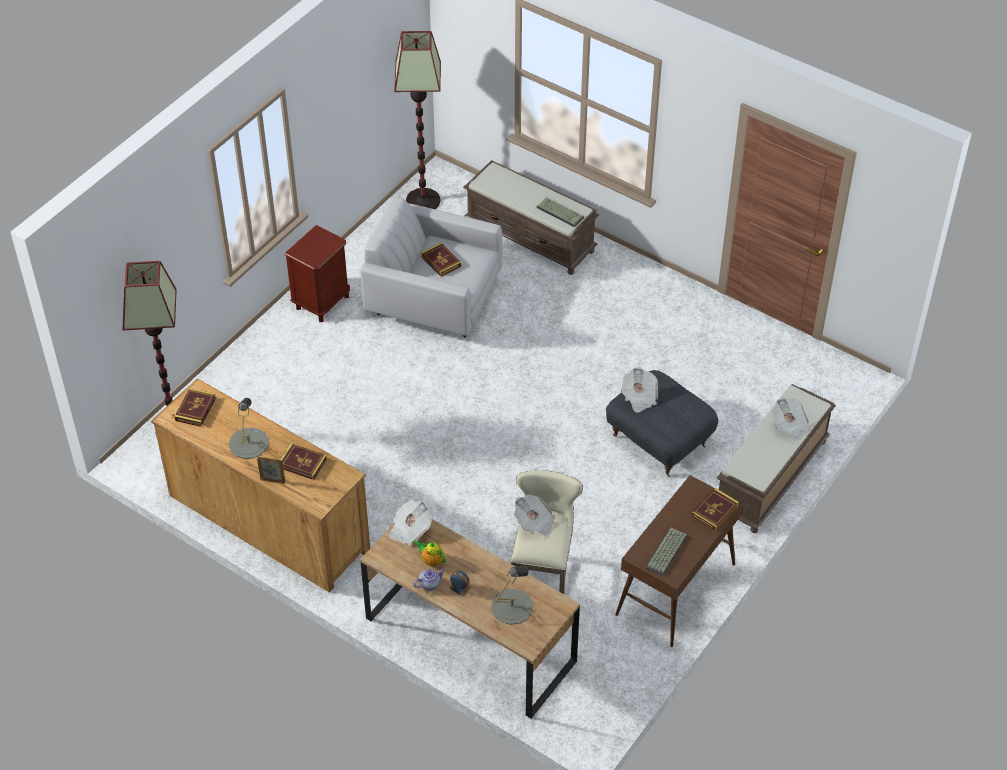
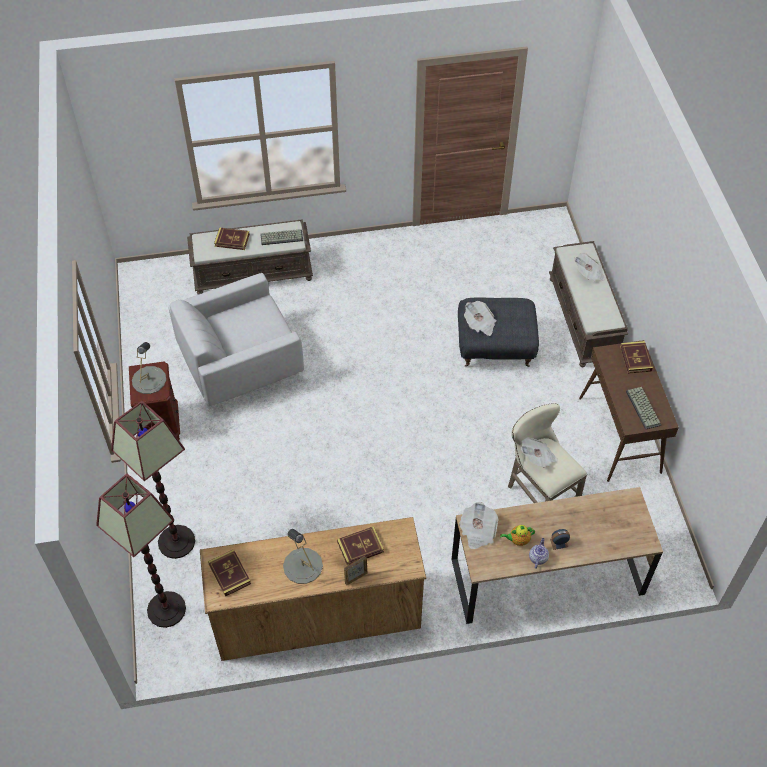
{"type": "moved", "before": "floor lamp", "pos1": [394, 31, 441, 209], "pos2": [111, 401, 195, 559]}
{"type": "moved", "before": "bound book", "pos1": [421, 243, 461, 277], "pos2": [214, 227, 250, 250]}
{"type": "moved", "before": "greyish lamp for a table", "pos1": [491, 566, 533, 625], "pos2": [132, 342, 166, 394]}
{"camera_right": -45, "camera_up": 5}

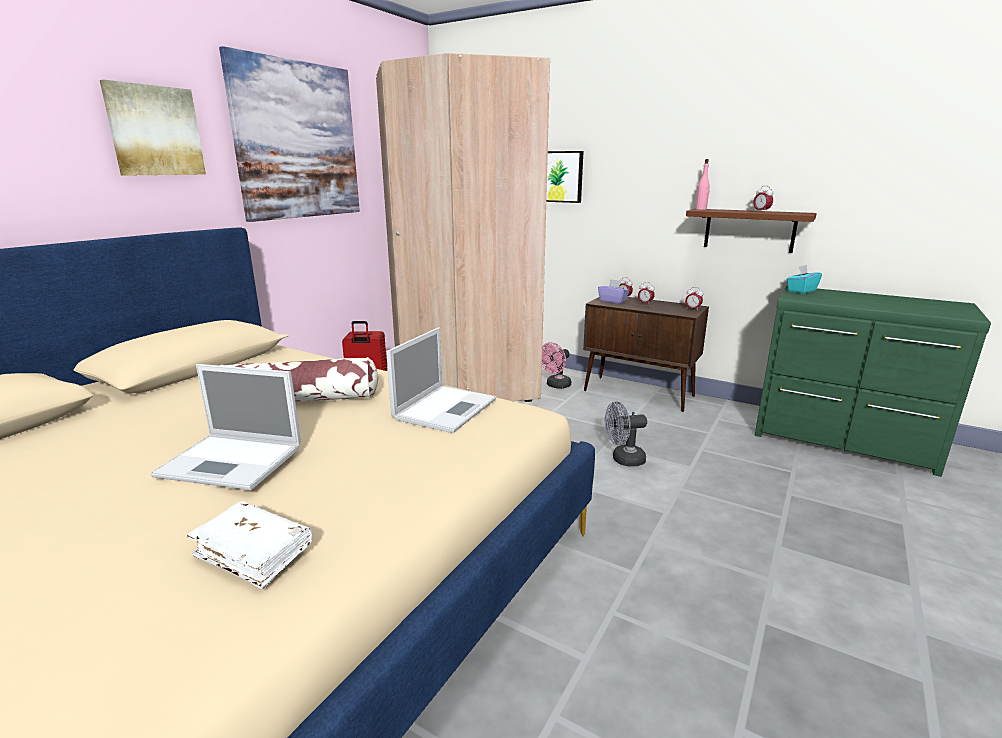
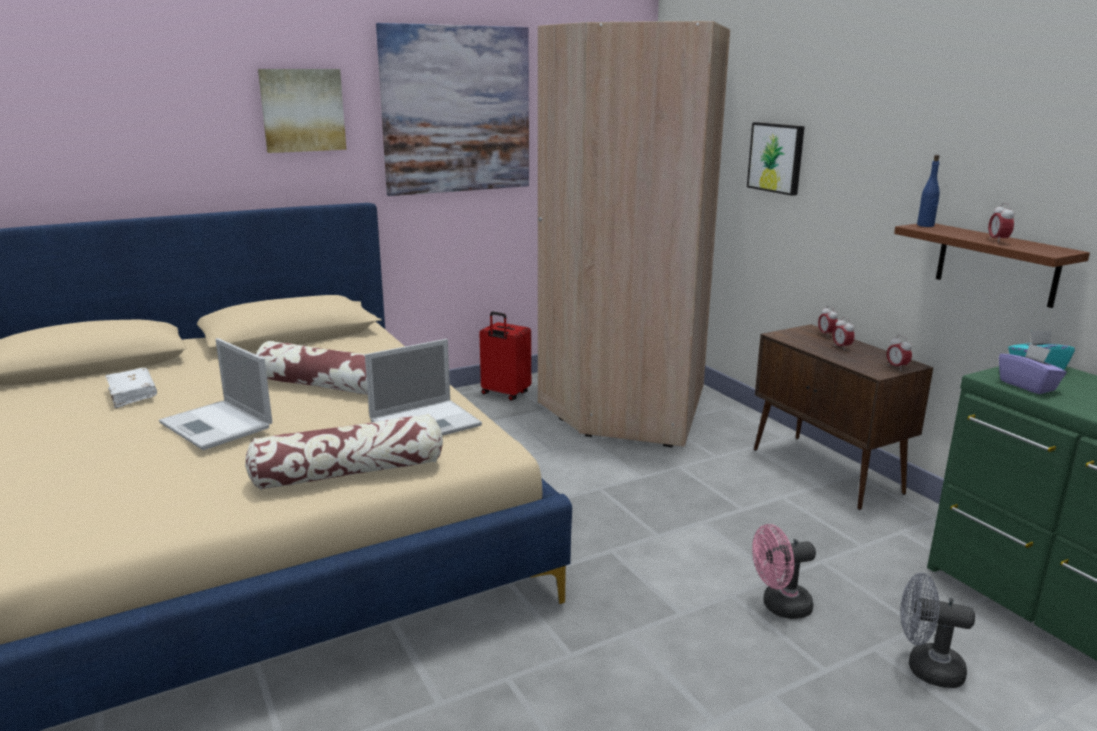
{"type": "recoloured", "before": "pinkish beverage bottle", "after": "bluish beverage bottle", "pos1": [695, 159, 710, 210], "pos2": [917, 155, 940, 227]}
{"type": "moved", "before": "purple-coloured box of tissues", "pos1": [598, 279, 629, 304], "pos2": [999, 343, 1067, 394]}
{"type": "moved", "before": "pinkish electric fan", "pos1": [542, 342, 571, 389], "pos2": [752, 524, 816, 619]}
{"type": "moved", "before": "greyish electric fan", "pos1": [605, 402, 647, 467], "pos2": [901, 573, 975, 688]}
{"type": "moved", "before": "whitish bound book", "pos1": [187, 501, 313, 589], "pos2": [105, 368, 157, 408]}
{"type": "added", "after": "cushion", "pos2": [245, 414, 443, 490]}
{"camera_right": 30, "camera_up": 0}

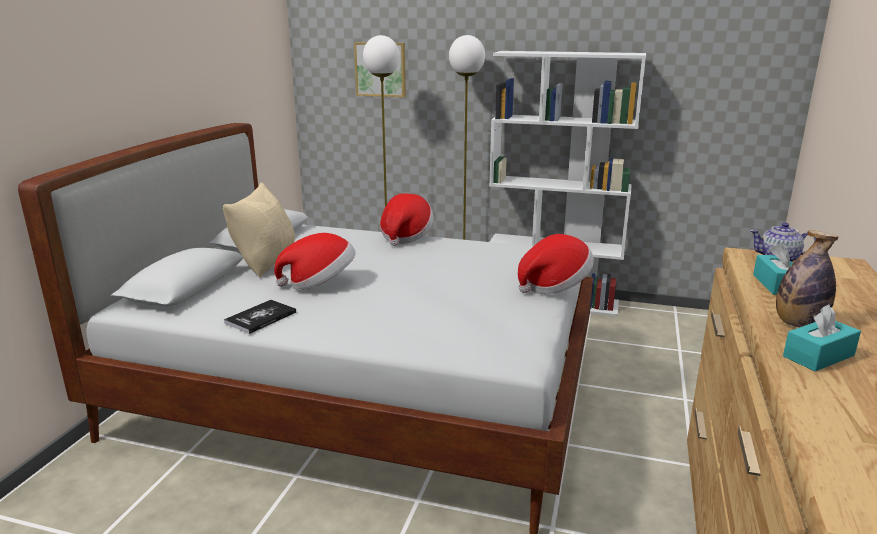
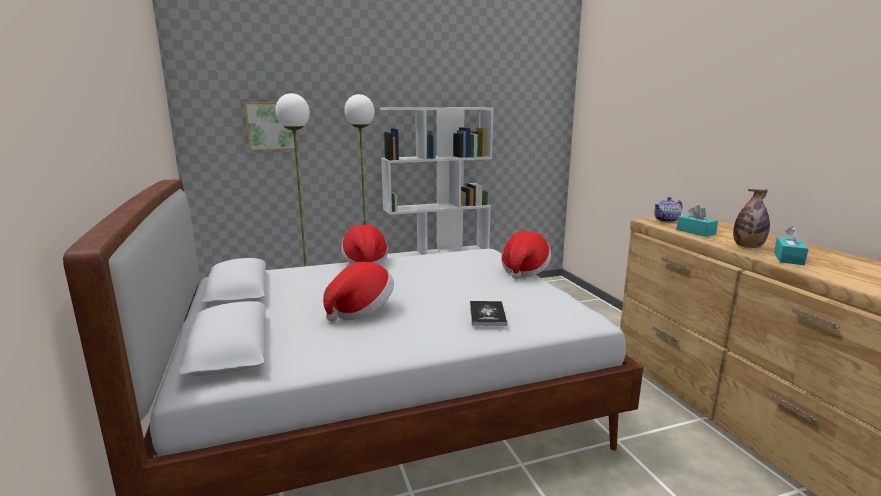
{"type": "removed", "before": "sand-coloured cushion", "pos1": [223, 182, 295, 278]}
{"type": "moved", "before": "bound book", "pos1": [224, 300, 296, 334], "pos2": [470, 301, 507, 326]}
{"camera_right": -35, "camera_up": -5}

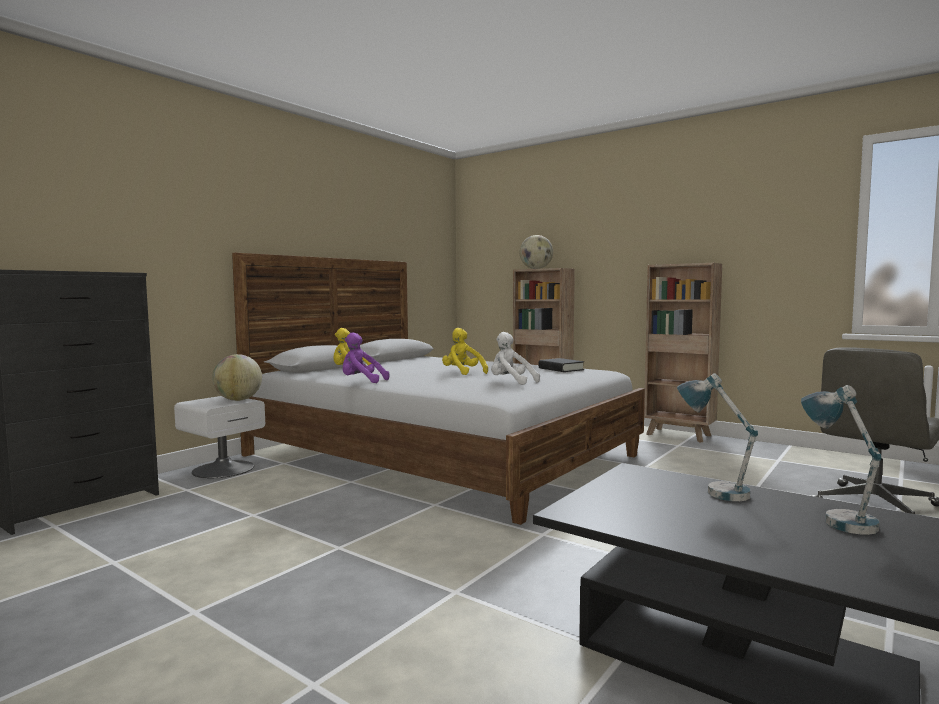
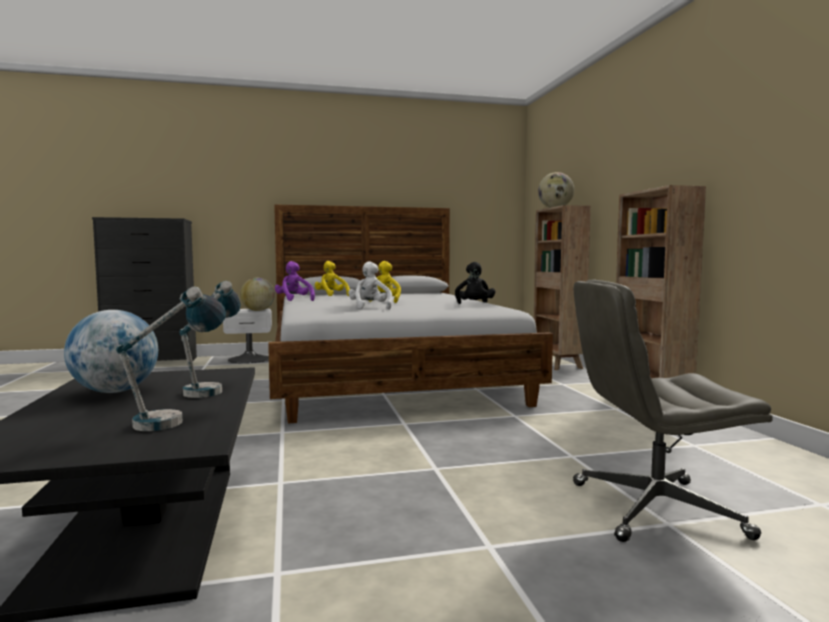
{"type": "replaced", "before": "blackish bound book", "after": "blackish cuddly toy", "pos1": [539, 358, 584, 372], "pos2": [455, 262, 495, 304]}
{"type": "added", "after": "world globe", "pos2": [64, 310, 158, 393]}
{"camera_right": 40, "camera_up": 0}

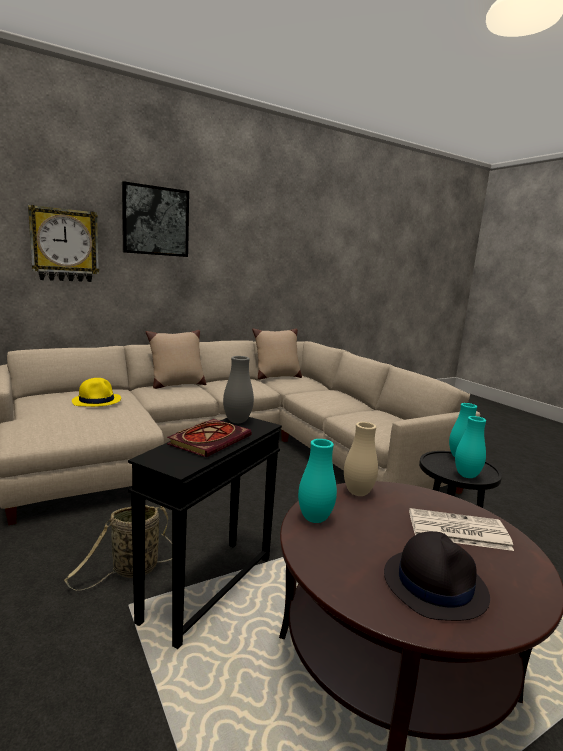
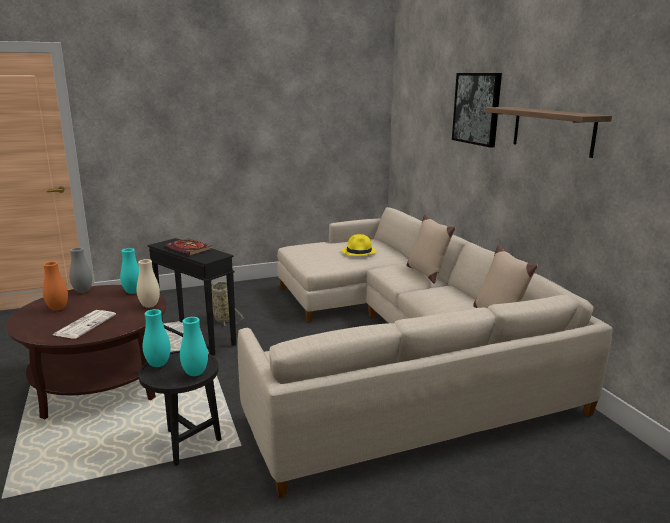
{"type": "removed", "before": "wall clock", "pos1": [28, 205, 99, 282]}
{"type": "moved", "before": "greyish vase", "pos1": [223, 356, 254, 423], "pos2": [69, 247, 92, 293]}
{"type": "replaced", "before": "blackish clothing hat", "after": "orange vase", "pos1": [384, 531, 490, 621], "pos2": [43, 261, 68, 311]}
{"type": "added", "after": "wall shelf", "pos2": [484, 107, 612, 158]}
{"camera_right": 100, "camera_up": 5}

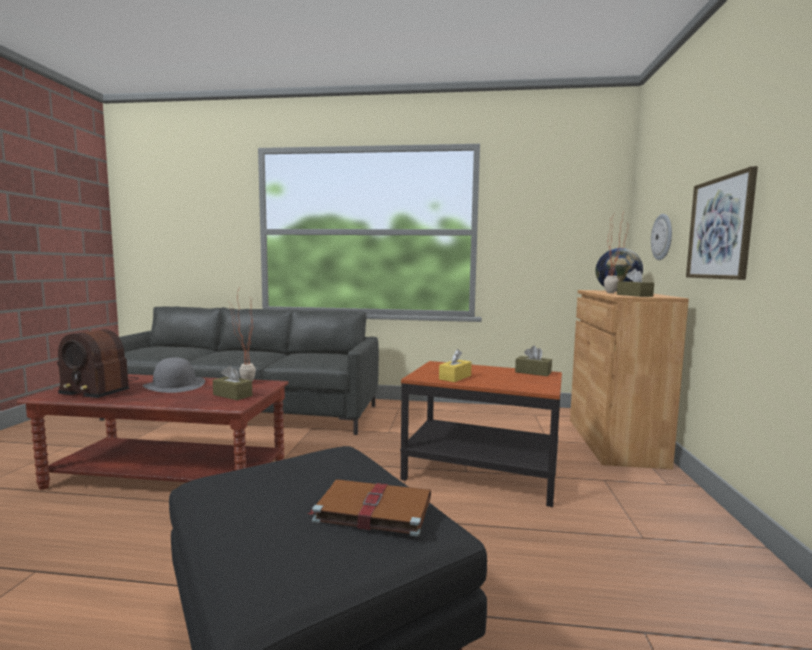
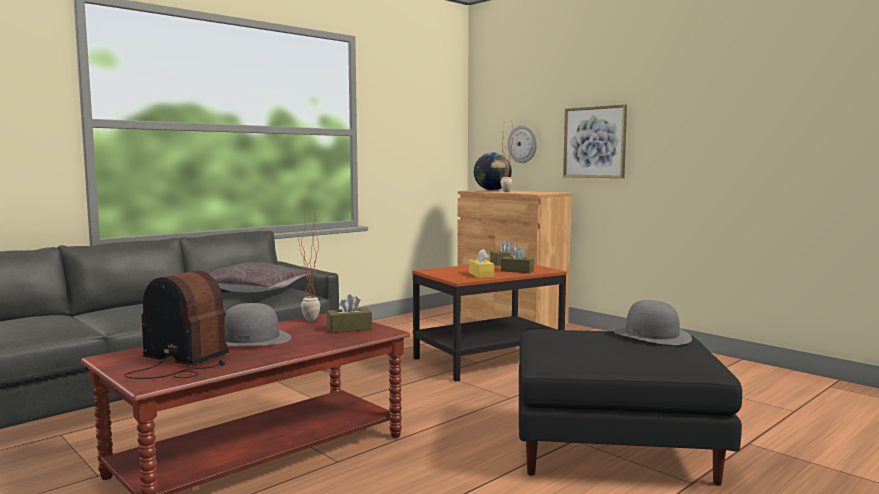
{"type": "moved", "before": "brown-coloured box of tissues", "pos1": [617, 269, 654, 297], "pos2": [501, 246, 534, 273]}
{"type": "turned", "before": "radio set", "pos1": [57, 329, 139, 398], "pos2": [124, 271, 229, 379], "turn": -120}
{"type": "replaced", "before": "brown-coloured bound book", "after": "greyish clothing hat", "pos1": [308, 479, 431, 537], "pos2": [614, 300, 692, 345]}
{"type": "added", "after": "greyish cushion", "pos2": [209, 262, 311, 292]}
{"camera_right": -50, "camera_up": 0}

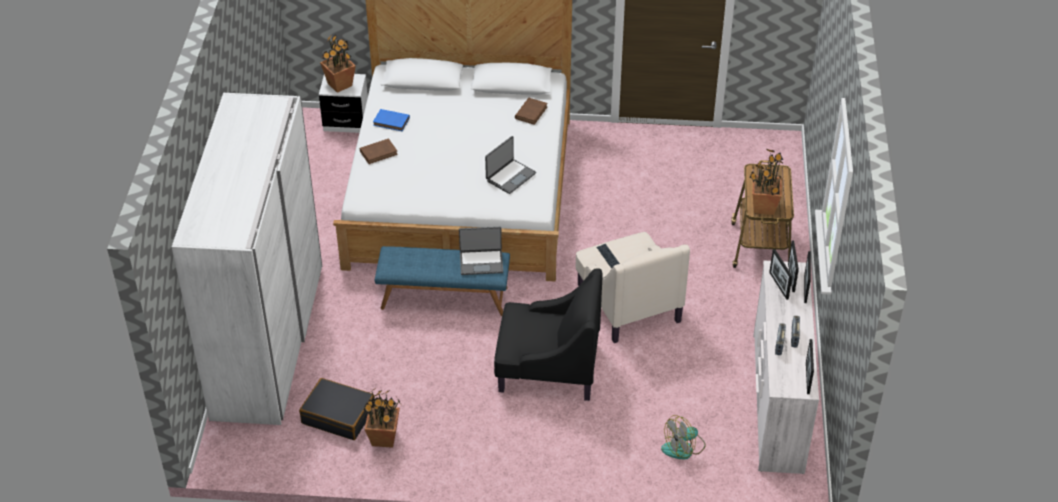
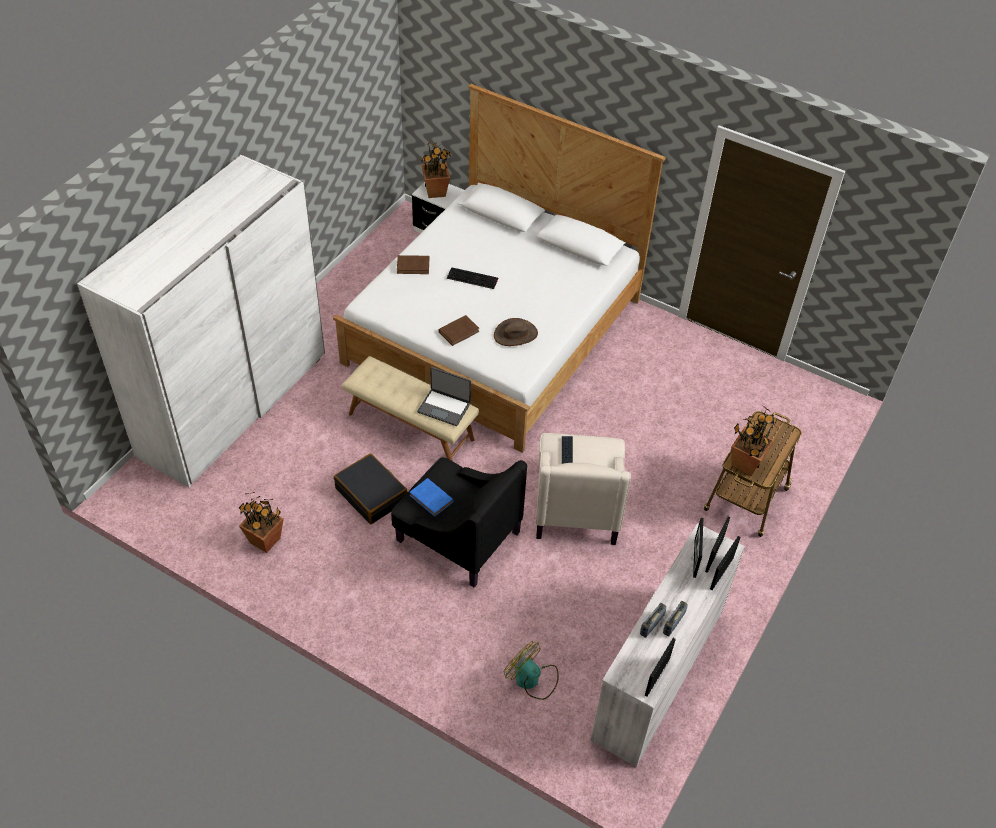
{"type": "moved", "before": "brown-coloured bound book", "pos1": [515, 98, 547, 125], "pos2": [439, 315, 479, 346]}
{"type": "moved", "before": "bluish bound book", "pos1": [373, 109, 410, 131], "pos2": [410, 478, 454, 517]}
{"type": "replaced", "before": "notebook computer", "after": "brown-coloured clothing hat", "pos1": [485, 136, 536, 194], "pos2": [494, 318, 538, 346]}
{"type": "recoloured", "before": "bluish long seat", "after": "sand-coloured long seat", "pos1": [375, 246, 510, 316], "pos2": [342, 356, 479, 461]}
{"type": "moved", "before": "blackish travel case", "pos1": [299, 378, 375, 440], "pos2": [334, 453, 407, 524]}
{"type": "turned", "before": "electric fan", "pos1": [661, 415, 705, 460], "pos2": [504, 641, 559, 700], "turn": 45}
{"type": "added", "after": "computer keyboard", "pos2": [447, 267, 498, 289]}
{"camera_right": 25, "camera_up": 5}

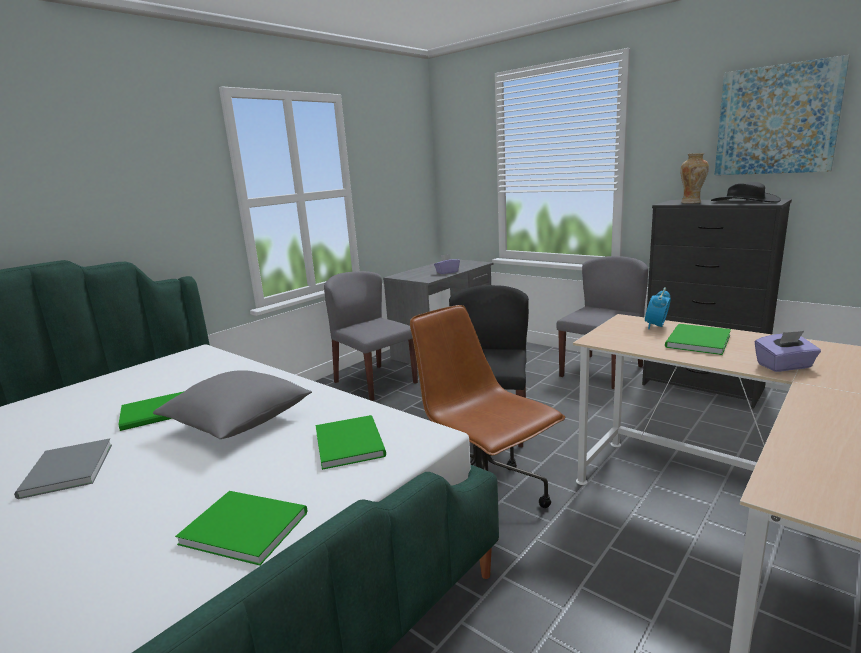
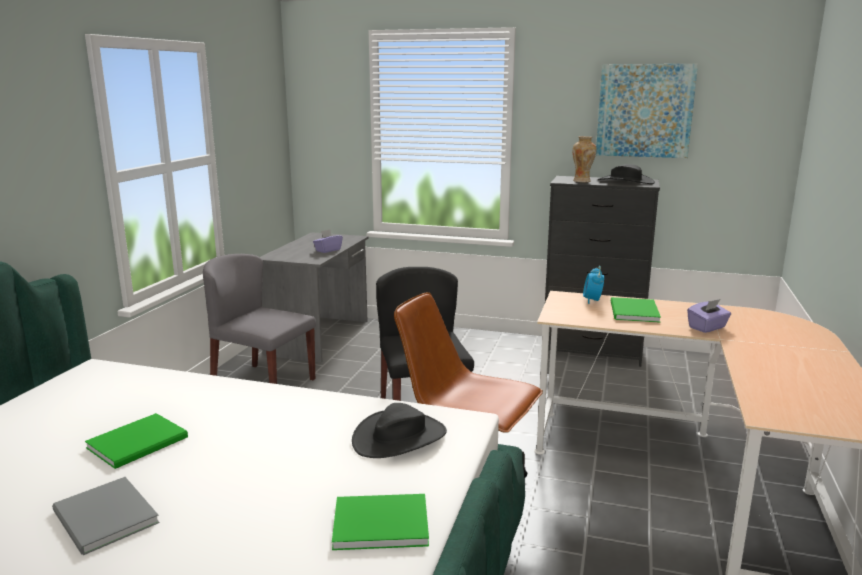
{"type": "removed", "before": "greyish plain chair", "pos1": [556, 256, 648, 389]}
{"type": "removed", "before": "greyish cushion", "pos1": [153, 370, 312, 439]}
{"type": "replaced", "before": "green bound book", "after": "blackish clothing hat", "pos1": [315, 415, 386, 470], "pos2": [352, 403, 447, 458]}
{"camera_right": -25, "camera_up": 0}

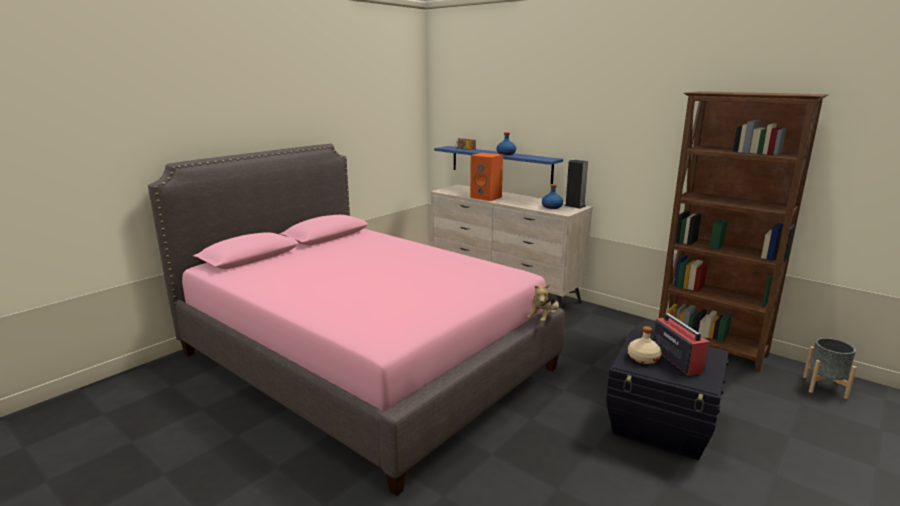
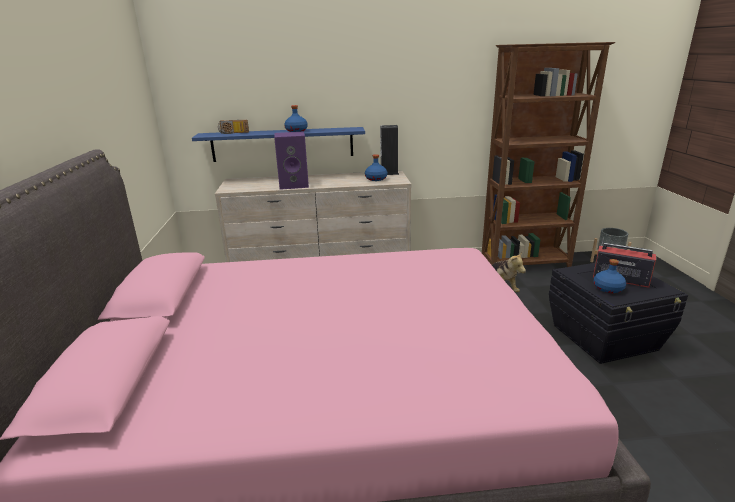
{"type": "recoloured", "before": "orange audio speaker", "after": "purple-coloured audio speaker", "pos1": [470, 153, 503, 201], "pos2": [274, 131, 309, 190]}
{"type": "recoloured", "before": "sand-coloured beverage bottle", "after": "bluish beverage bottle", "pos1": [628, 326, 662, 364], "pos2": [593, 259, 626, 293]}
{"camera_right": -45, "camera_up": 5}

